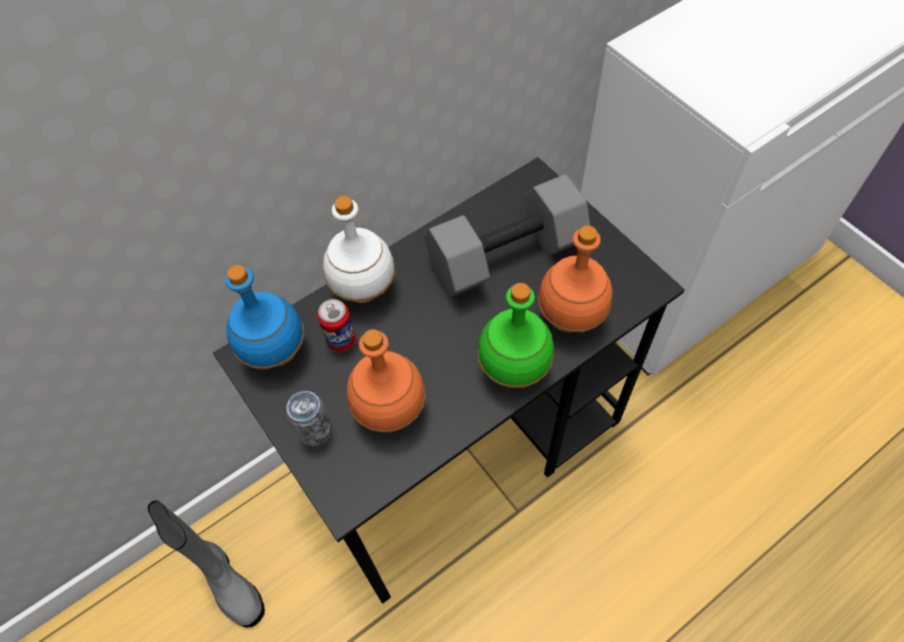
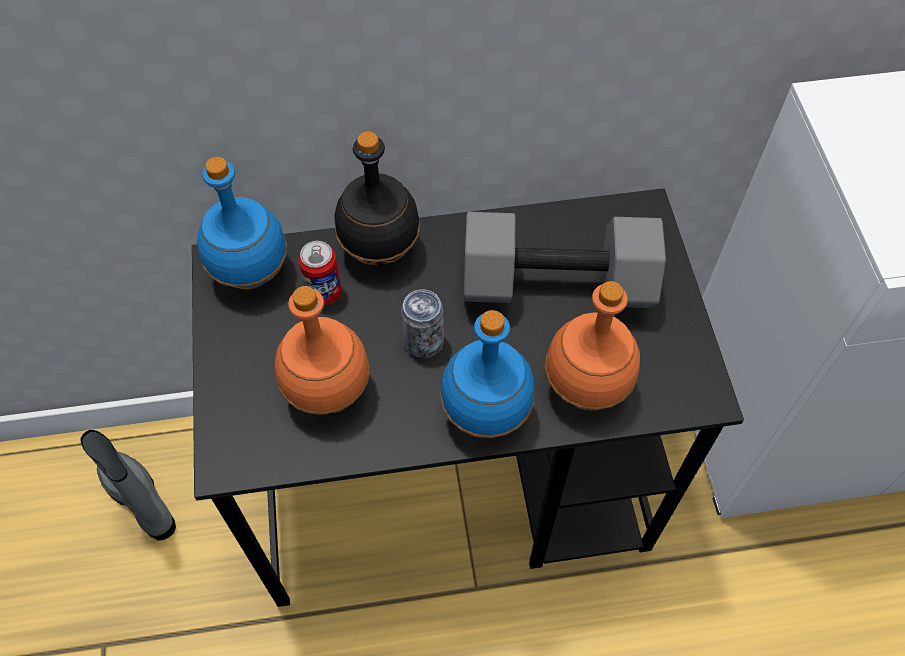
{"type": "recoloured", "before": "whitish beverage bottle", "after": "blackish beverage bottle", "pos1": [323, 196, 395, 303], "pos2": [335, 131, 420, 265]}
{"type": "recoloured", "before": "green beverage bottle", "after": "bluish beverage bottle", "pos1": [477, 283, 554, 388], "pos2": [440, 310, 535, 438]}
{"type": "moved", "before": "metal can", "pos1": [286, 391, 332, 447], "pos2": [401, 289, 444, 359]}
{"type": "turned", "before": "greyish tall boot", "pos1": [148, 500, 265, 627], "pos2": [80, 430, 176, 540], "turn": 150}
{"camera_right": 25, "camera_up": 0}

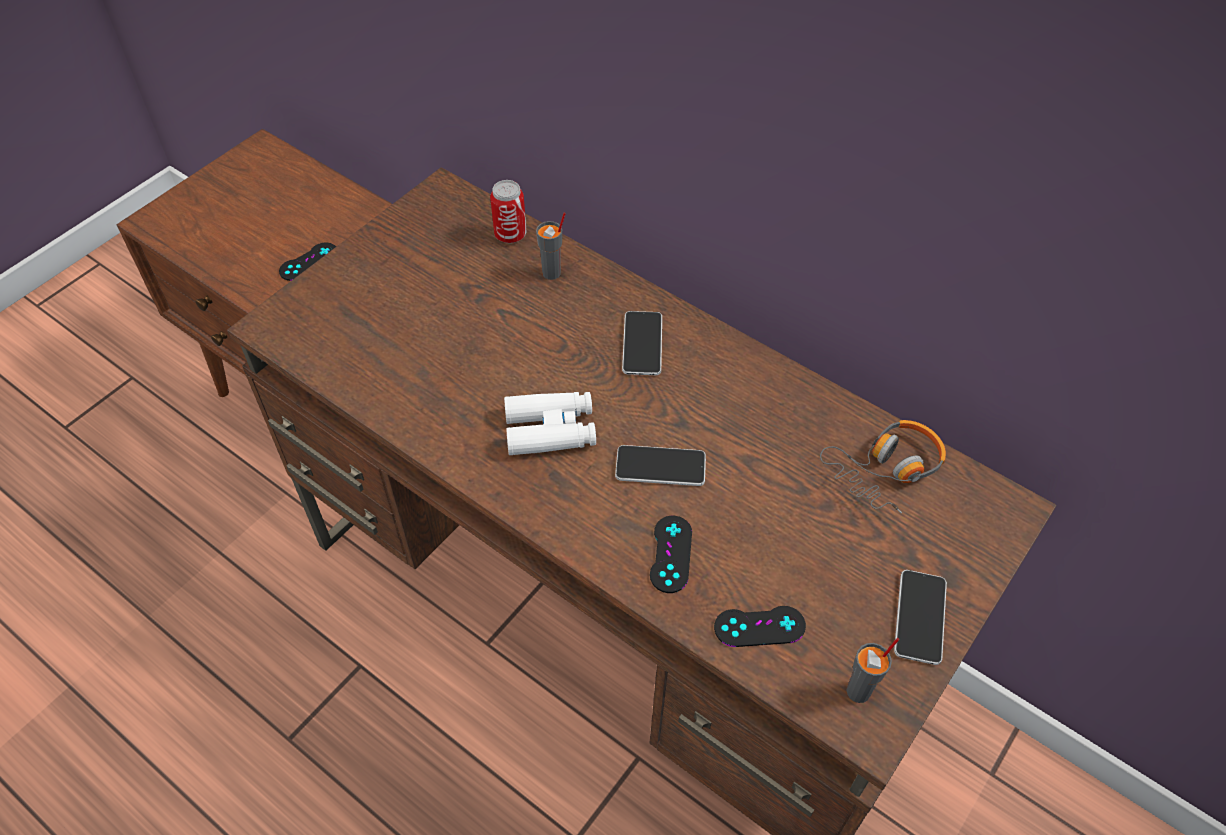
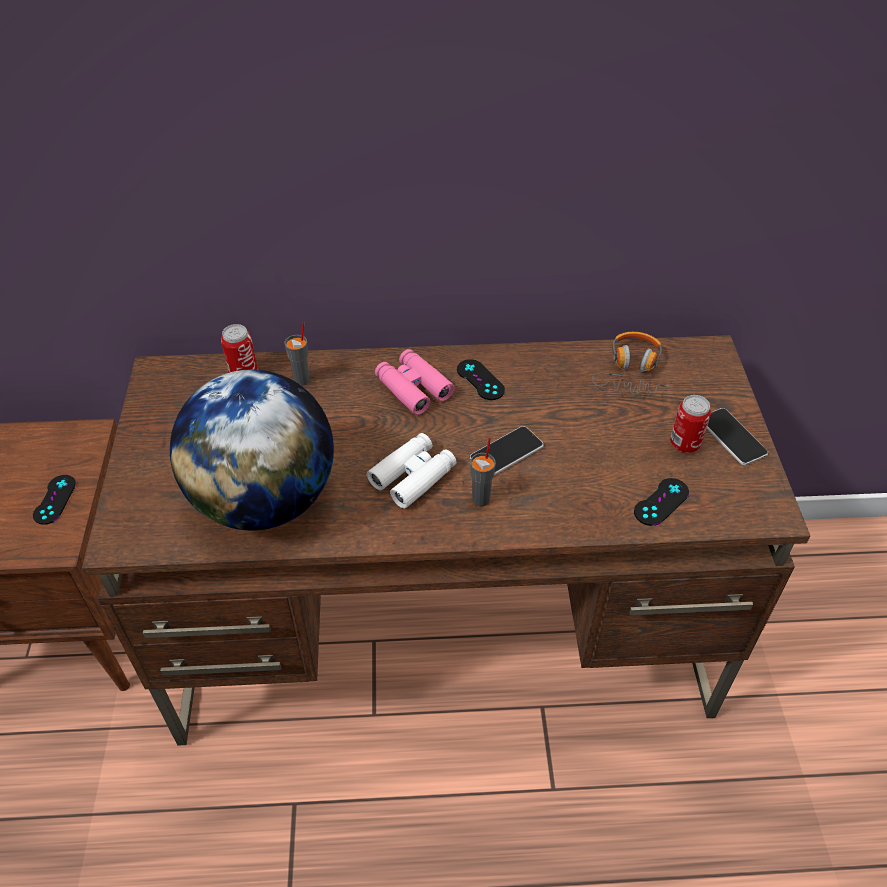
{"type": "replaced", "before": "phone", "after": "pinkish field glasses", "pos1": [622, 311, 662, 375], "pos2": [375, 349, 455, 415]}
{"type": "moved", "before": "blackish game controller", "pos1": [650, 516, 692, 593], "pos2": [457, 359, 505, 400]}
{"type": "moved", "before": "greyish small cup", "pos1": [847, 638, 899, 703], "pos2": [470, 438, 496, 506]}
{"type": "added", "after": "world globe", "pos2": [170, 369, 334, 530]}
{"type": "added", "after": "metal can", "pos2": [670, 395, 711, 453]}
{"camera_right": -40, "camera_up": -5}

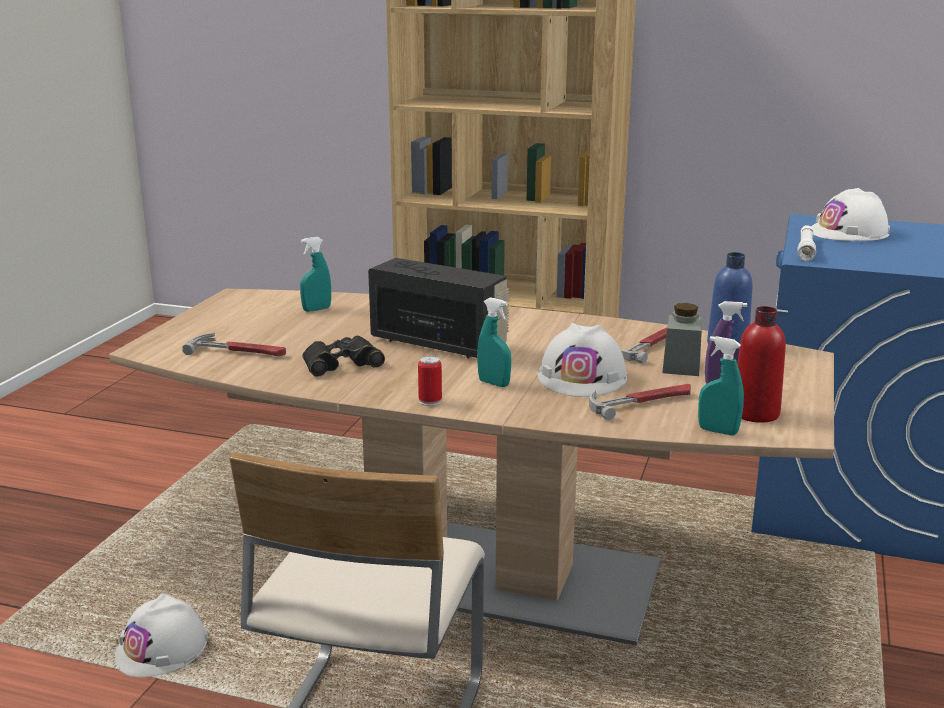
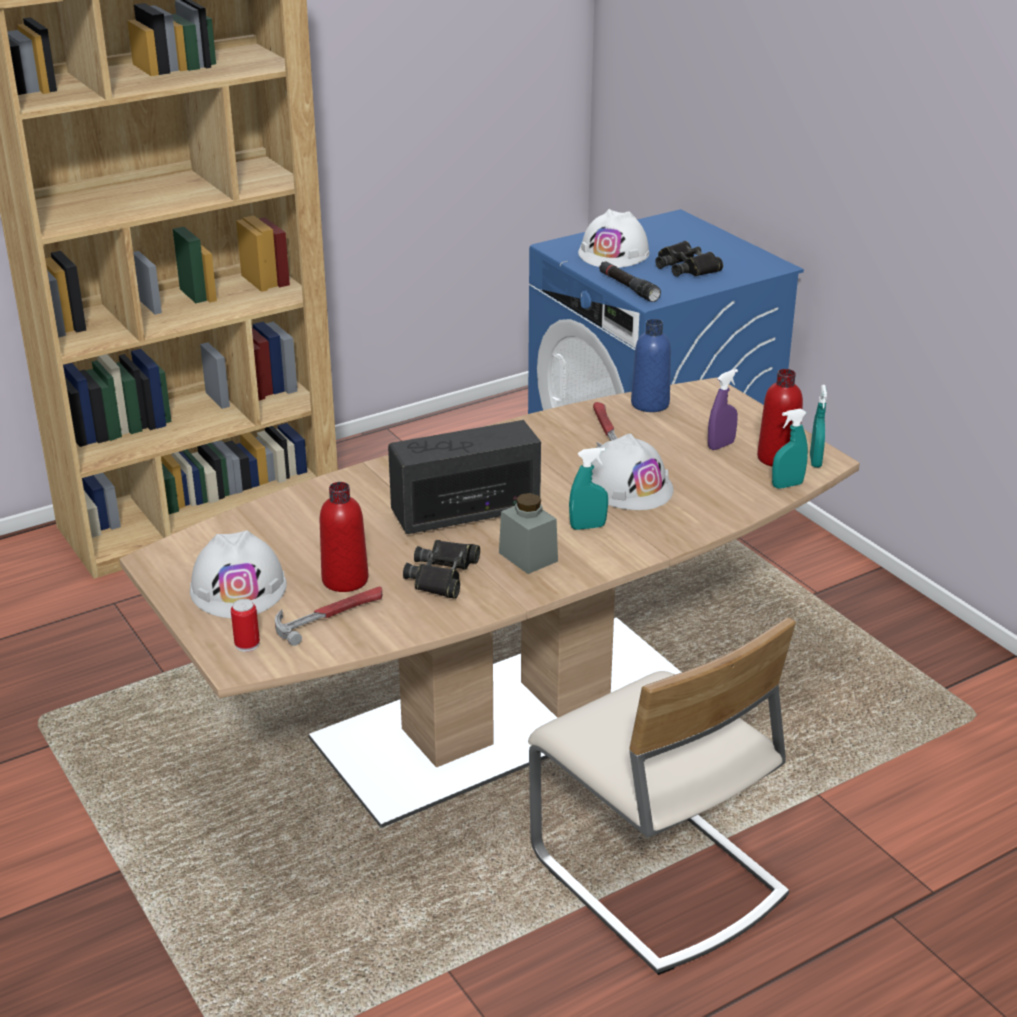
{"type": "recoloured", "before": "whitish hand torch", "after": "blackish hand torch", "pos1": [797, 225, 816, 261], "pos2": [599, 261, 661, 302]}
{"type": "moved", "before": "blue-green hand sprayer", "pos1": [300, 237, 331, 312], "pos2": [810, 385, 827, 467]}
{"type": "moved", "before": "greyish jar", "pos1": [662, 303, 702, 376], "pos2": [499, 493, 558, 574]}
{"type": "moved", "before": "metal can", "pos1": [418, 356, 442, 406], "pos2": [231, 599, 260, 652]}
{"type": "removed", "before": "tool hammer", "pos1": [589, 384, 691, 420]}
{"type": "moved", "before": "whitish hard hat", "pos1": [115, 594, 207, 678], "pos2": [190, 530, 287, 618]}
{"type": "added", "after": "blackish field glasses", "pos2": [655, 241, 723, 277]}
{"type": "added", "after": "red-coloured beverage bottle", "pos2": [320, 482, 369, 592]}
{"camera_right": -50, "camera_up": 10}

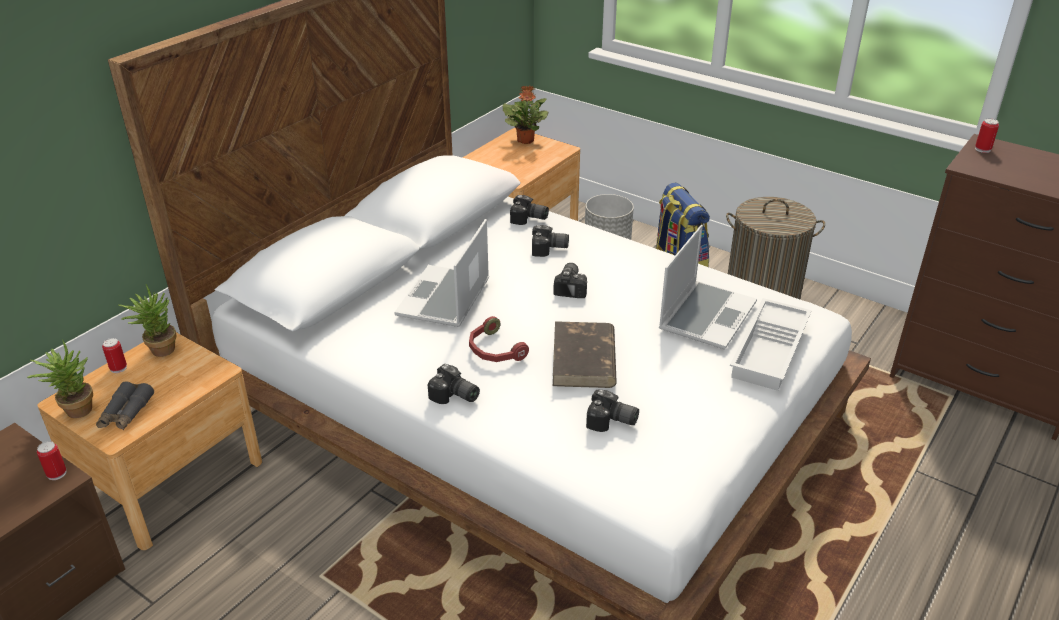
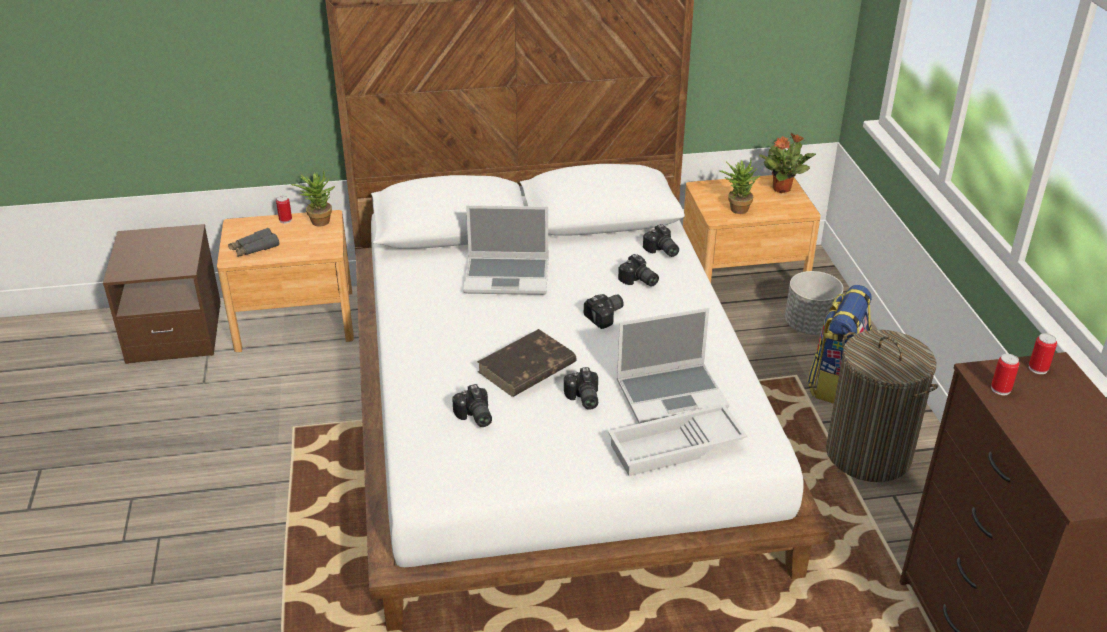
{"type": "turned", "before": "notebook computer", "pos1": [394, 219, 489, 327], "pos2": [463, 205, 548, 295], "turn": -150}
{"type": "removed", "before": "red-coloured headphones", "pos1": [469, 316, 529, 362]}
{"type": "moved", "before": "houseplant", "pos1": [27, 340, 93, 418], "pos2": [719, 159, 760, 214]}
{"type": "moved", "before": "still camera", "pos1": [428, 364, 480, 404], "pos2": [564, 367, 598, 410]}
{"type": "moved", "before": "metal can", "pos1": [37, 441, 66, 480], "pos2": [991, 354, 1019, 395]}
{"camera_right": 45, "camera_up": 0}

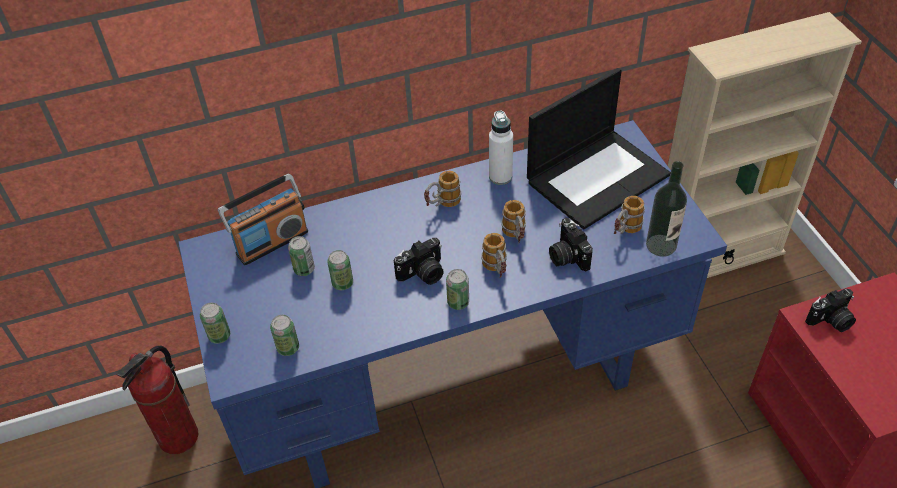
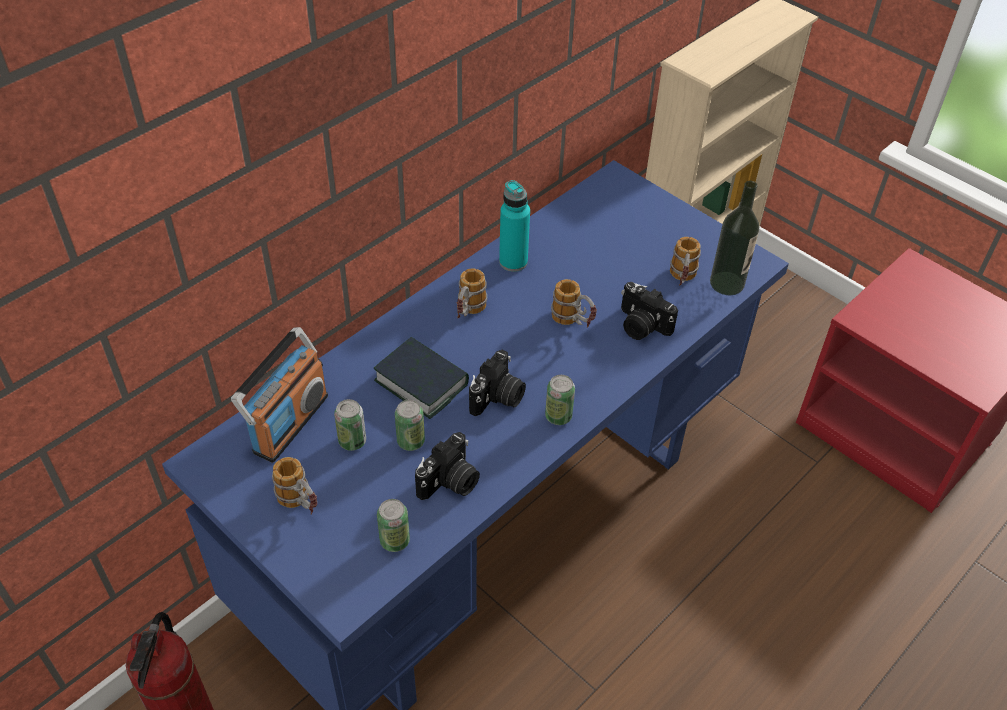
{"type": "removed", "before": "notebook computer", "pos1": [527, 68, 671, 230]}
{"type": "recoloured", "before": "whitish beverage bottle", "after": "blue-green beverage bottle", "pos1": [489, 111, 513, 185], "pos2": [499, 180, 530, 272]}
{"type": "moved", "before": "mug", "pos1": [481, 233, 507, 278], "pos2": [272, 457, 317, 514]}
{"type": "moved", "before": "still camera", "pos1": [805, 289, 856, 332], "pos2": [415, 432, 480, 500]}
{"type": "removed", "before": "metal can", "pos1": [200, 303, 230, 344]}
{"type": "added", "after": "bound book", "pos2": [373, 337, 469, 419]}
{"camera_right": -30, "camera_up": 0}

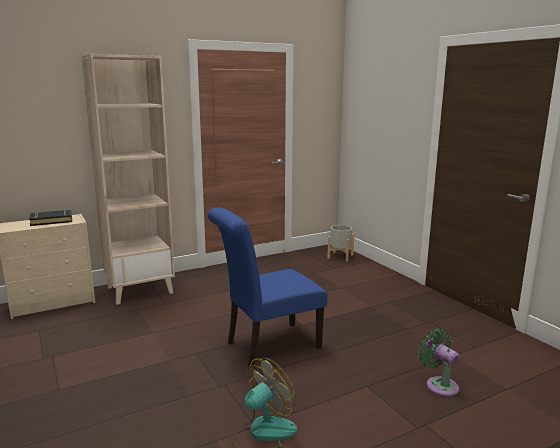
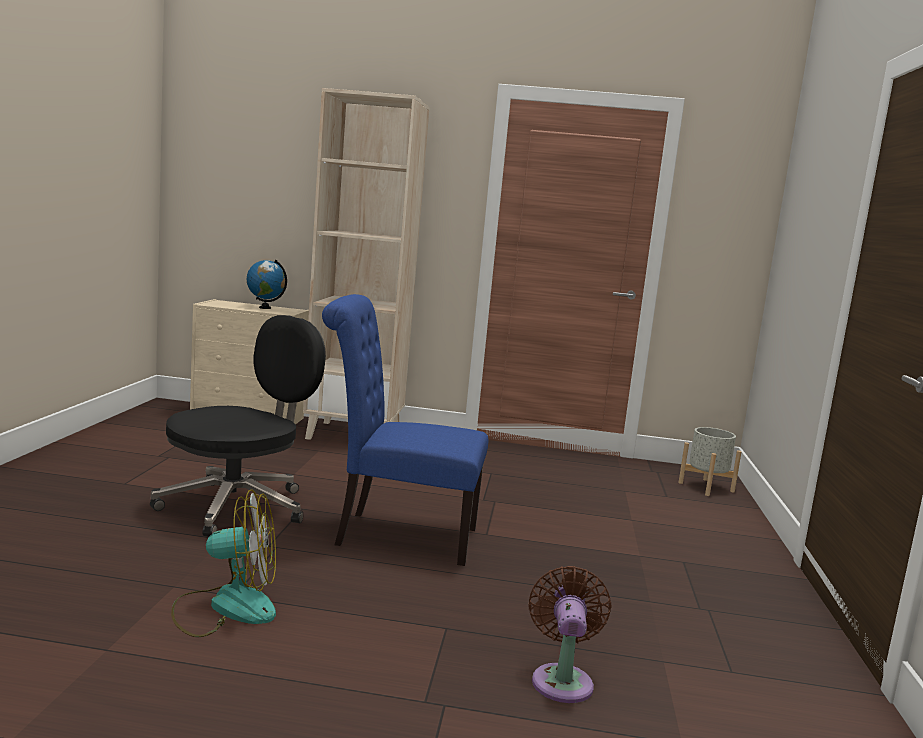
{"type": "replaced", "before": "blackish bound book", "after": "world globe", "pos1": [29, 210, 72, 226], "pos2": [247, 260, 287, 309]}
{"type": "recoloured", "before": "green electric fan", "after": "brown-coloured electric fan", "pos1": [418, 329, 460, 397], "pos2": [528, 566, 612, 703]}
{"type": "added", "after": "blackish desk chair", "pos2": [150, 315, 326, 537]}
{"camera_right": 35, "camera_up": -5}

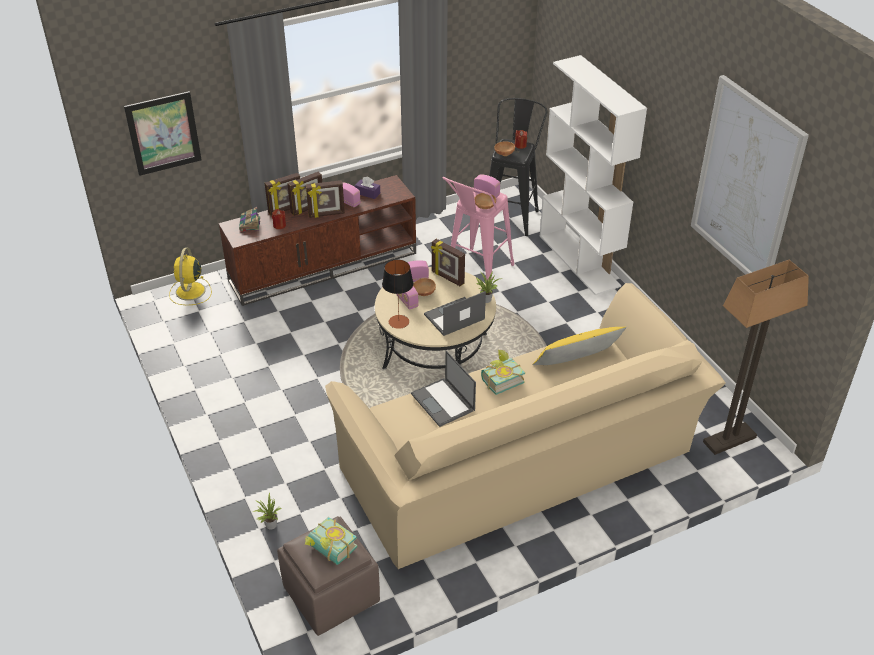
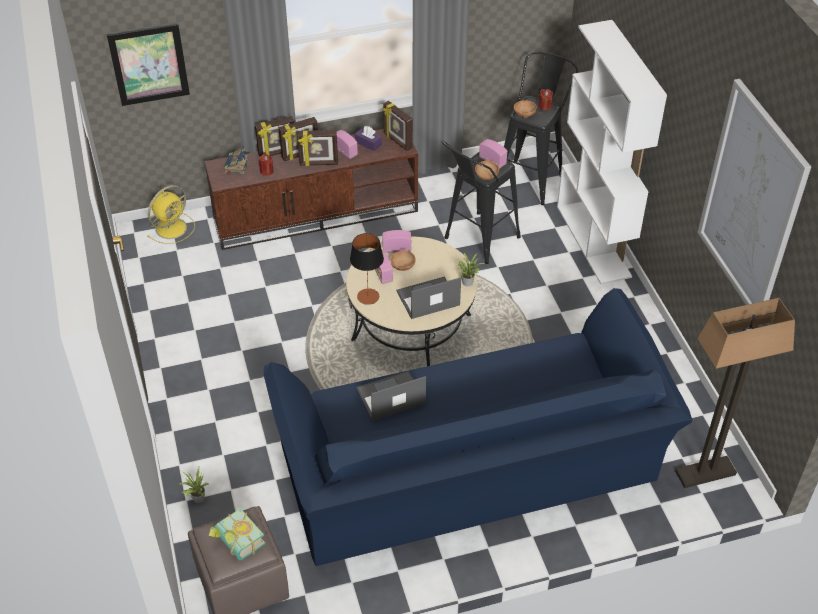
{"type": "recoloured", "before": "pinkish stool", "after": "blackish stool", "pos1": [443, 177, 514, 280], "pos2": [441, 140, 521, 264]}
{"type": "moved", "before": "standing frame", "pos1": [431, 239, 465, 286], "pos2": [382, 101, 413, 152]}
{"type": "turned", "before": "yellow electric fan", "pos1": [169, 248, 212, 305], "pos2": [147, 185, 195, 244], "turn": -150}
{"type": "recoloured", "before": "sand-coloured settee", "after": "bluish settee", "pos1": [325, 283, 725, 569], "pos2": [264, 288, 693, 566]}
{"type": "removed", "before": "yellow cushion", "pos1": [532, 327, 627, 365]}
{"type": "removed", "before": "bound book", "pos1": [481, 350, 525, 395]}
{"type": "turned", "before": "notebook computer", "pos1": [411, 351, 476, 427], "pos2": [356, 371, 426, 421], "turn": 90}
{"camera_right": 10, "camera_up": 5}

